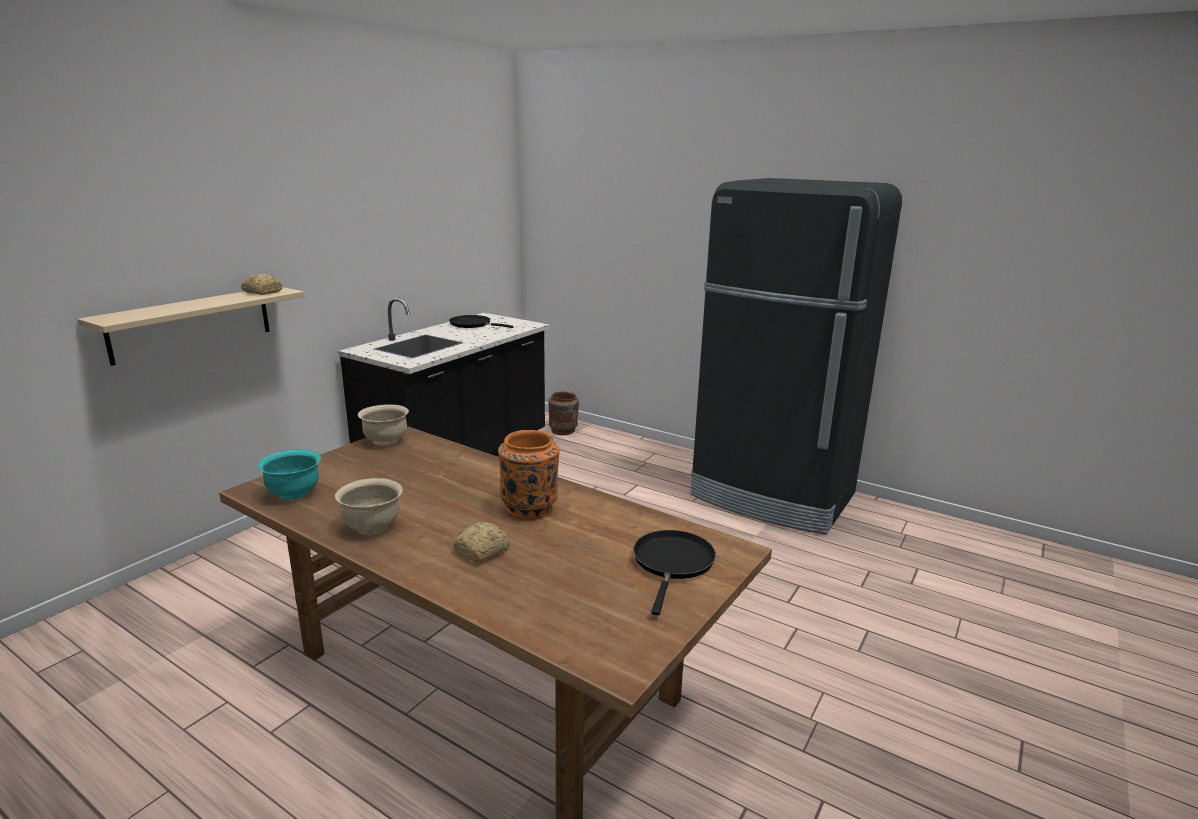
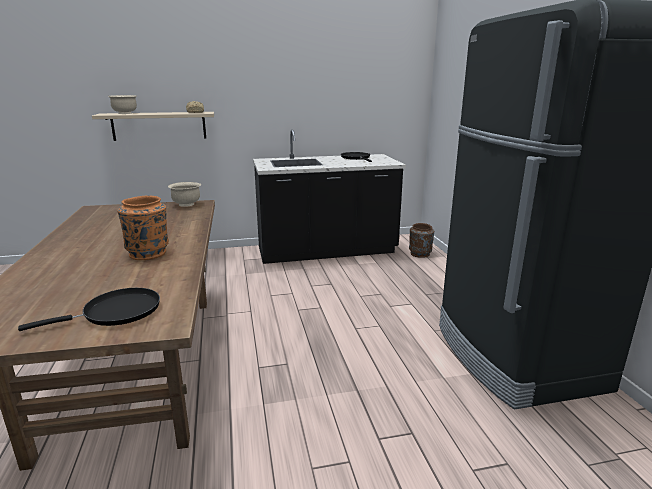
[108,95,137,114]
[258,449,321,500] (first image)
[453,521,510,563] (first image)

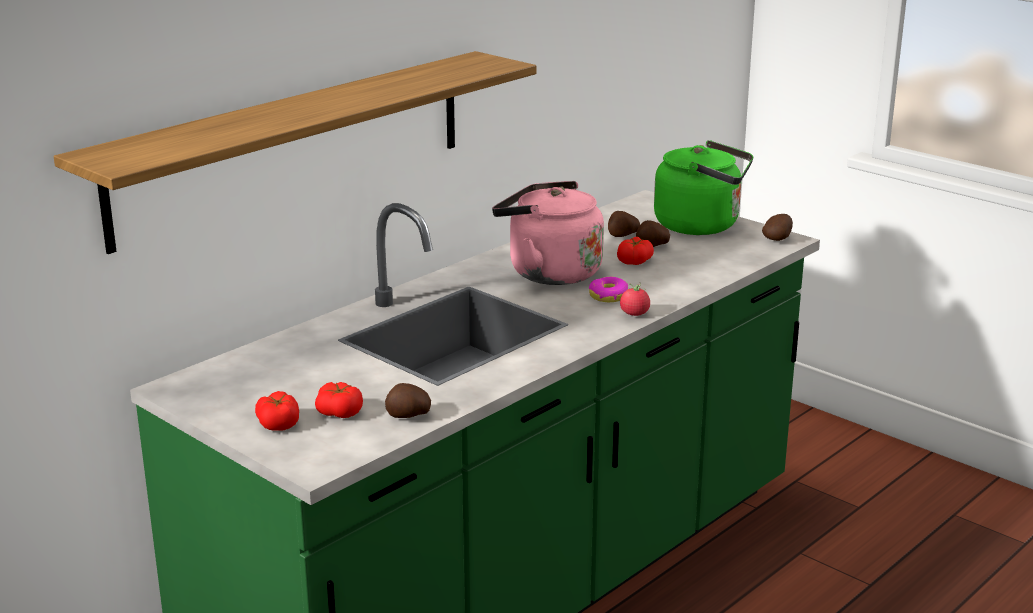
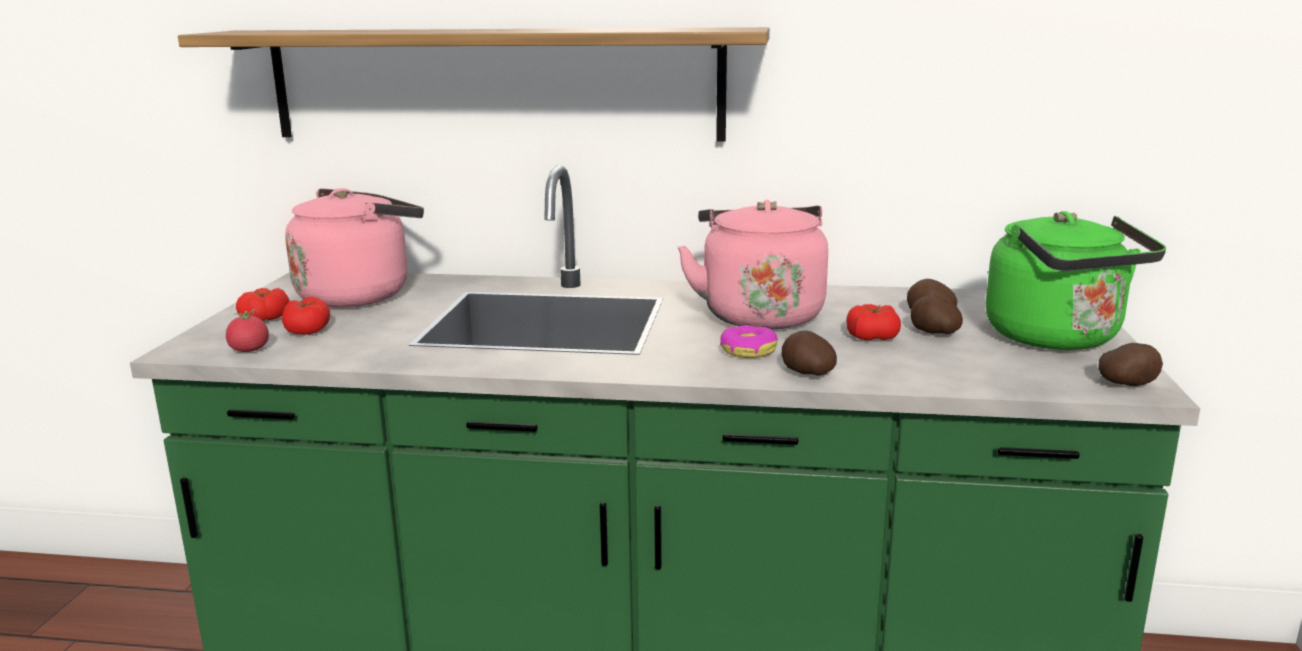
[226,309,269,352]
[285,188,424,307]
[782,331,837,375]

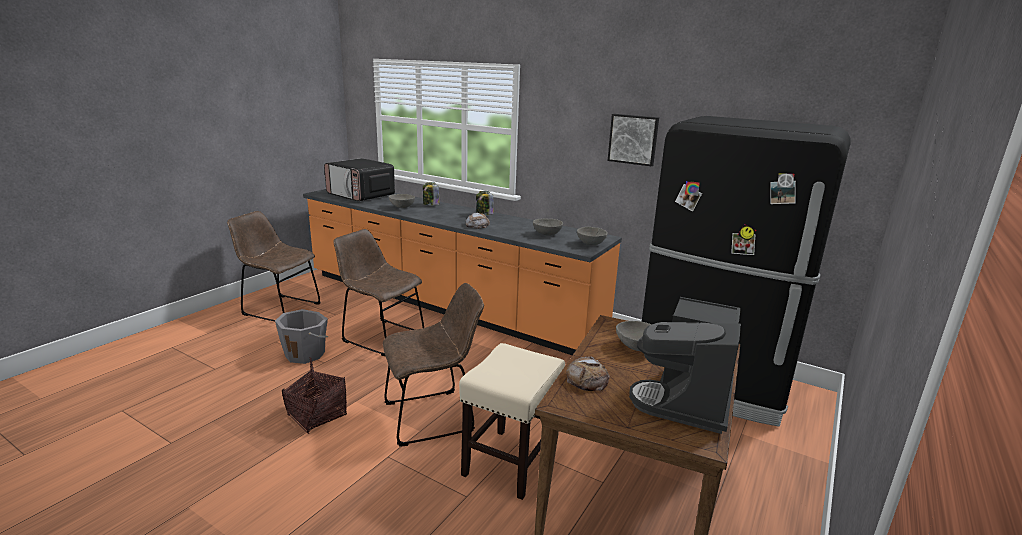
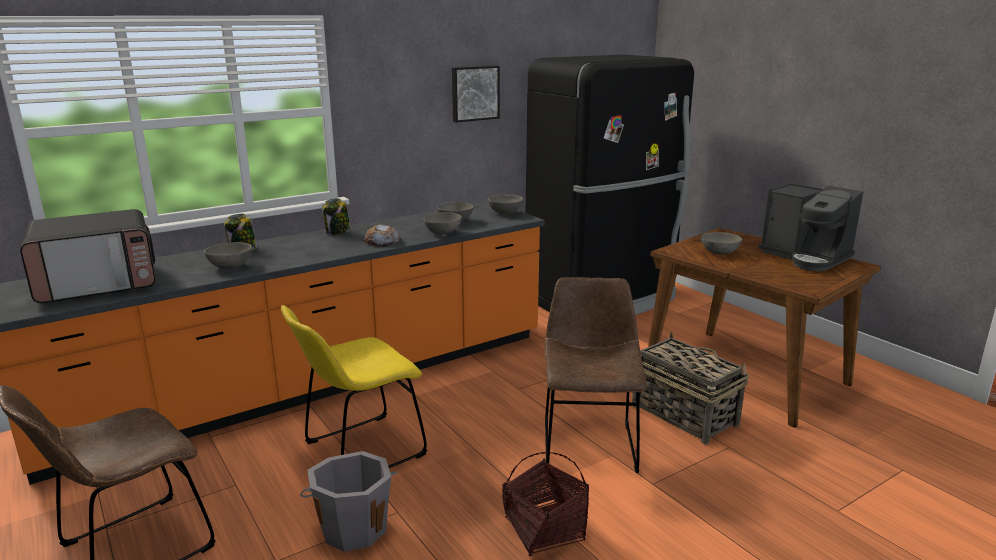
[281,305,427,468]
[423,212,462,235]
[632,331,749,445]
[566,357,610,391] (first image)

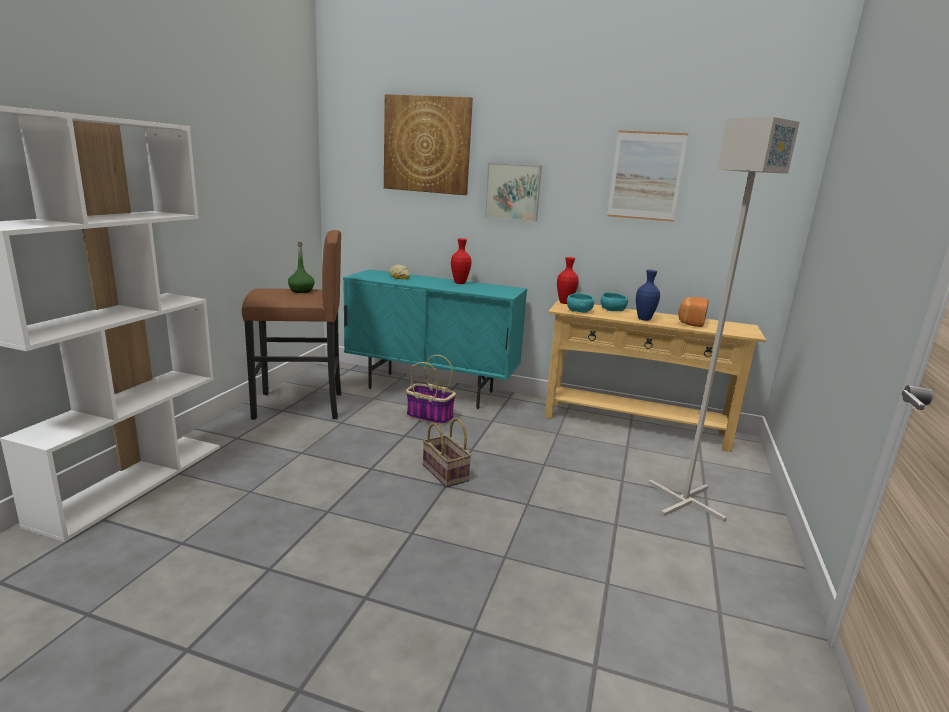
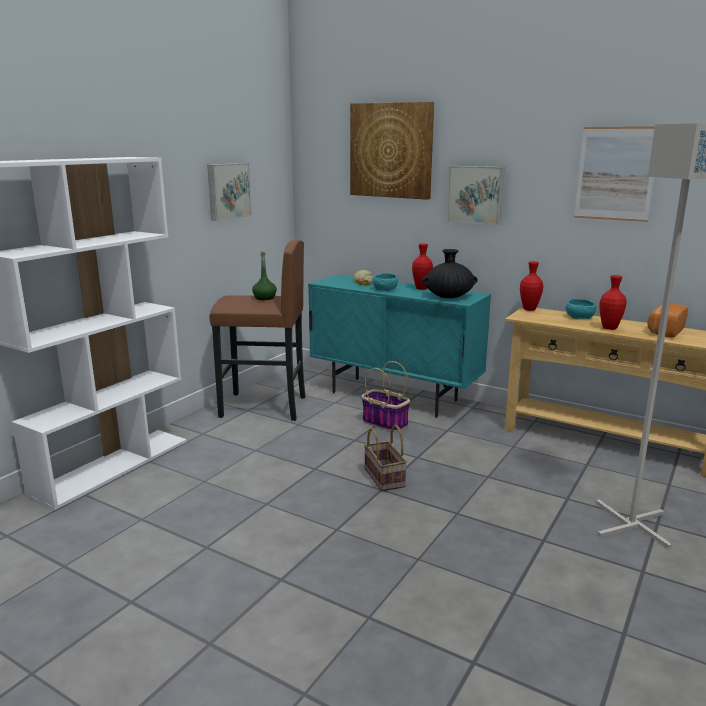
[207,163,252,221]
[372,273,398,291]
[422,249,478,298]
[599,275,627,330]

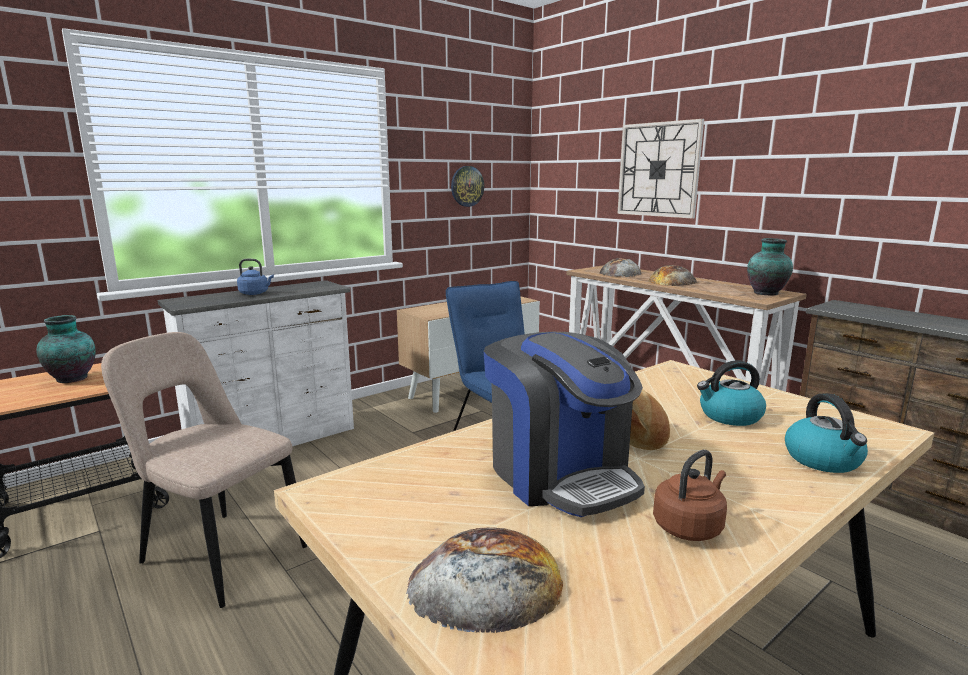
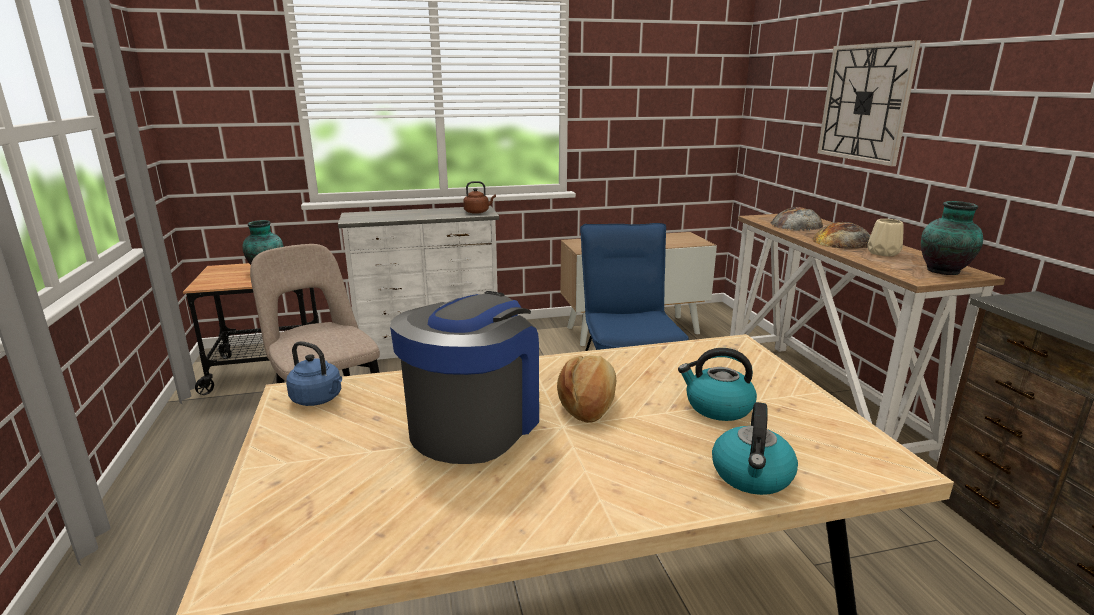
[286,341,342,406]
[390,291,539,464]
[463,181,496,214]
[867,219,903,256]
[406,527,563,633] (first image)
[451,166,484,207] (first image)

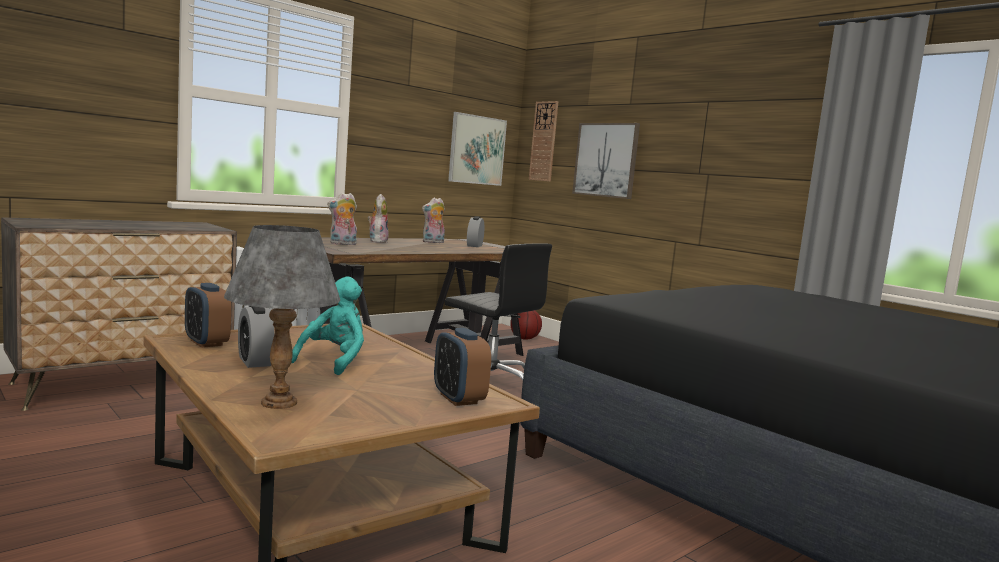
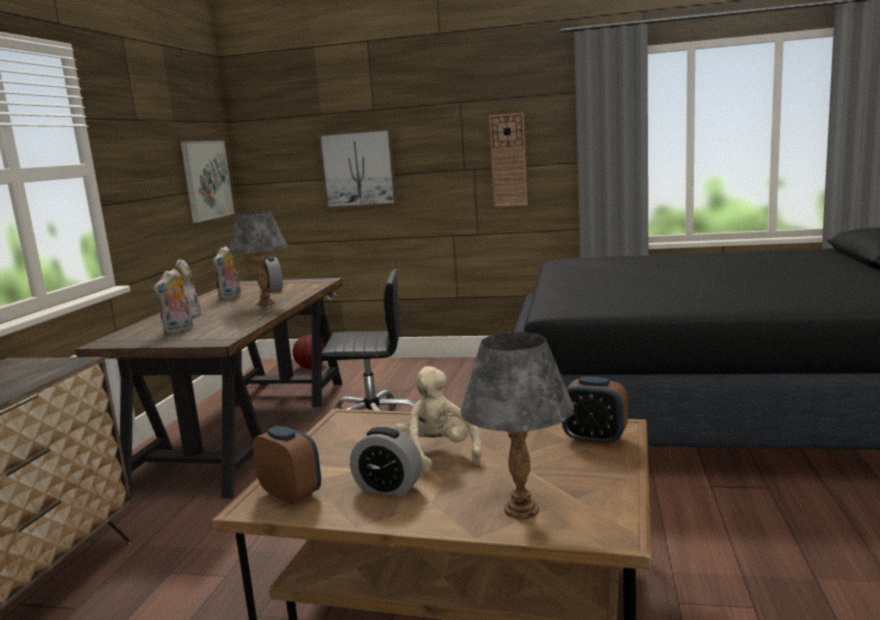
[229,211,288,306]
[253,426,321,505]
[394,366,481,474]
[489,113,528,207]

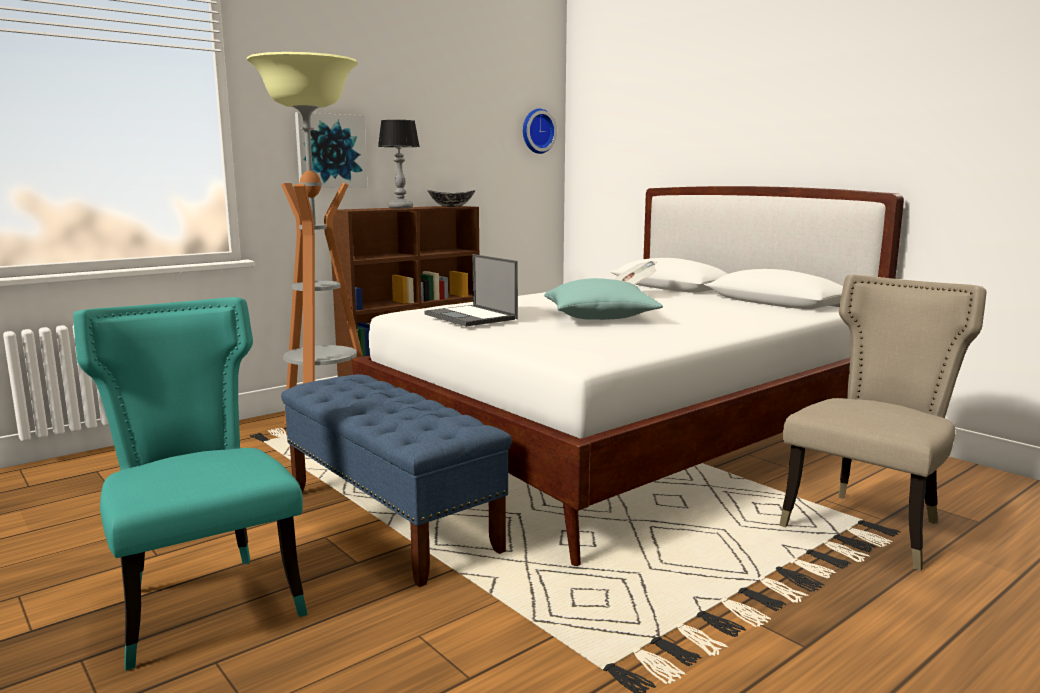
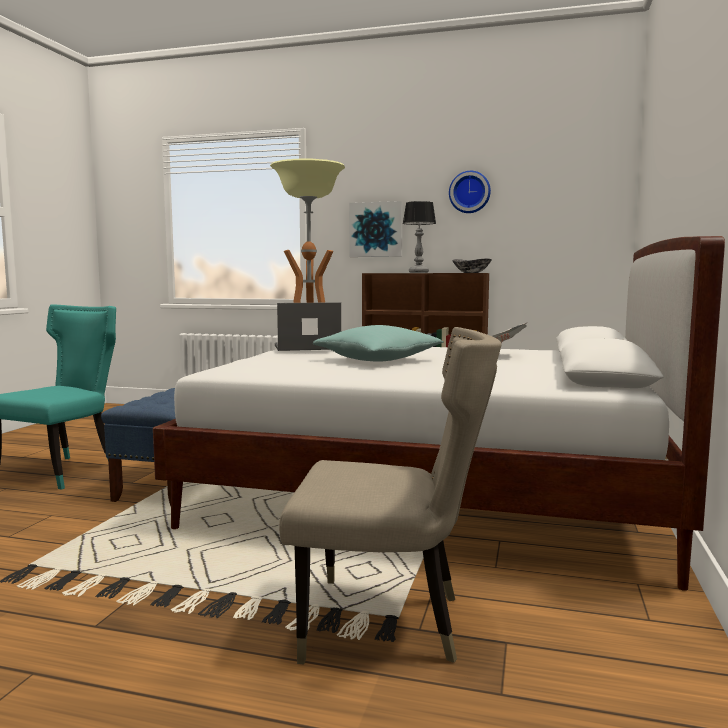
[275,302,341,351]
[449,171,491,213]

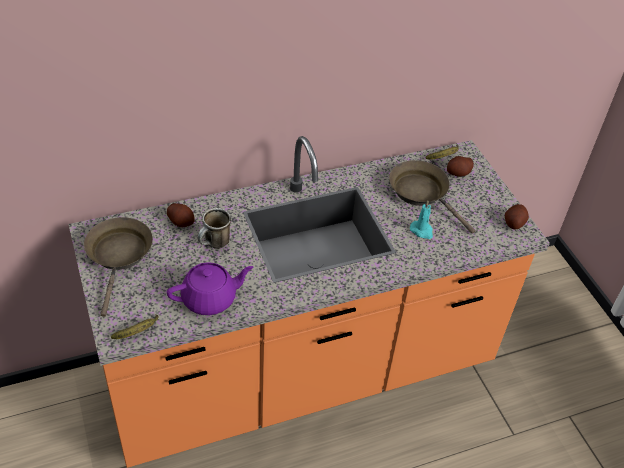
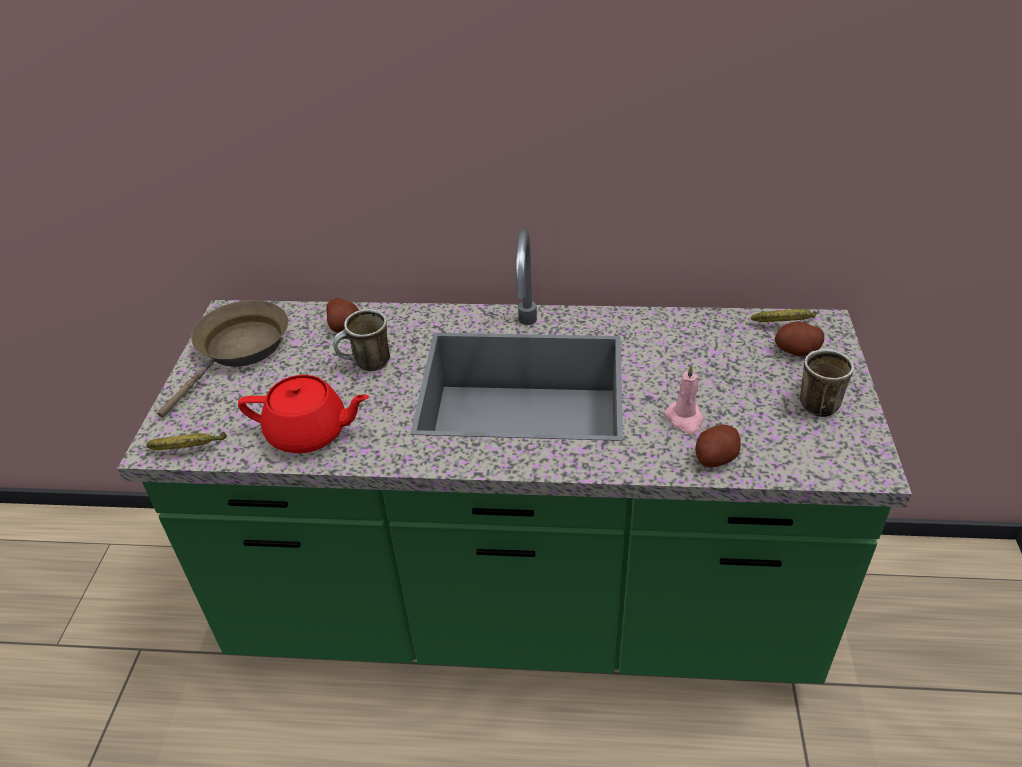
[117,229,912,684]
[238,375,369,453]
[665,364,704,434]
[695,425,741,467]
[799,349,854,417]
[389,160,476,234] (first image)

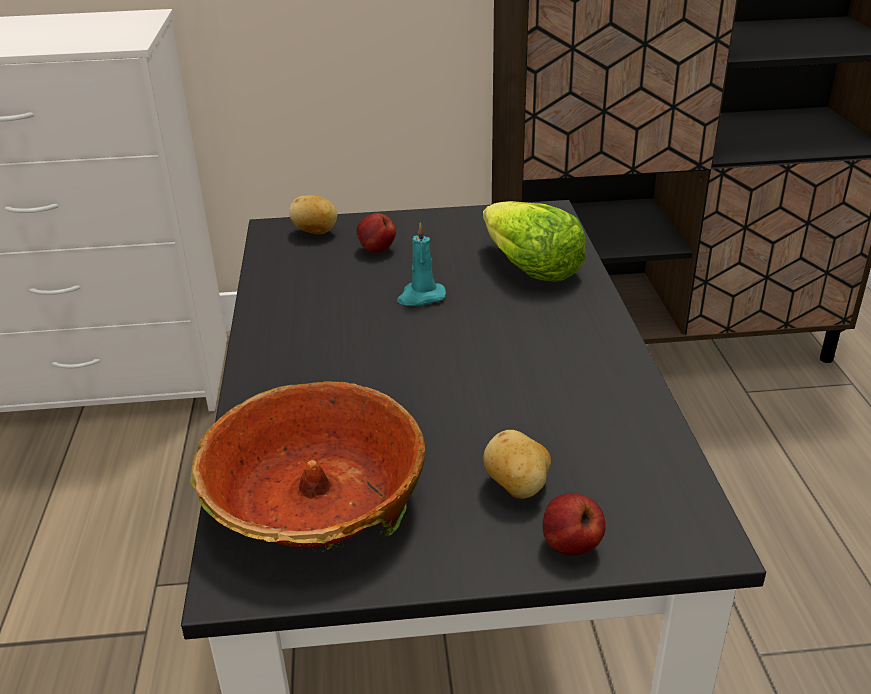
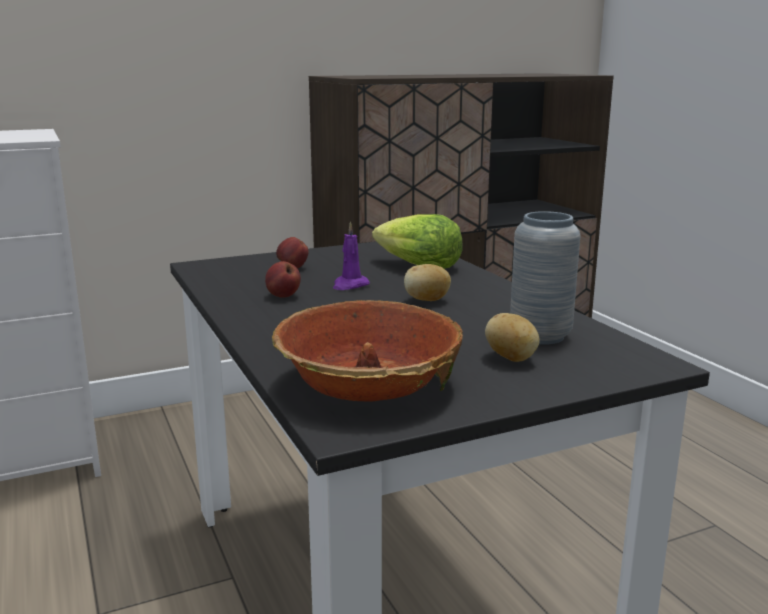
[265,261,301,298]
[333,221,370,290]
[404,264,451,301]
[510,211,580,345]

